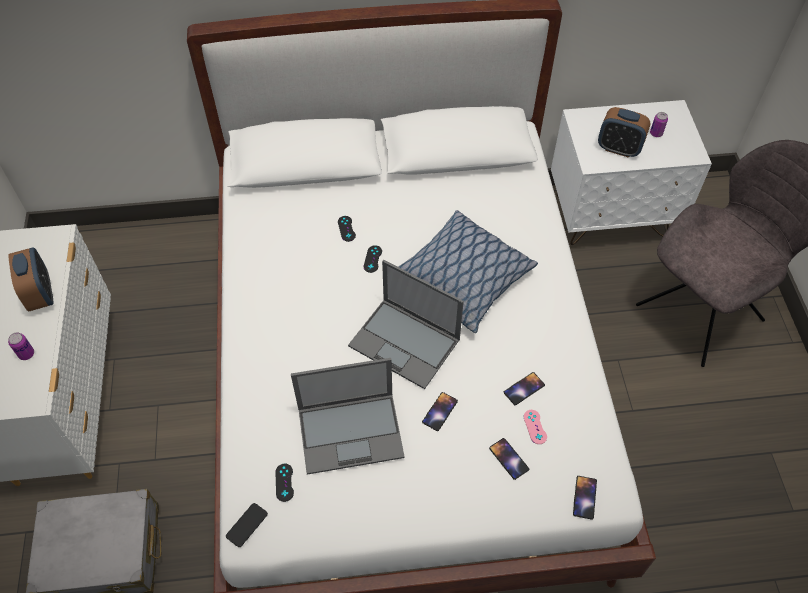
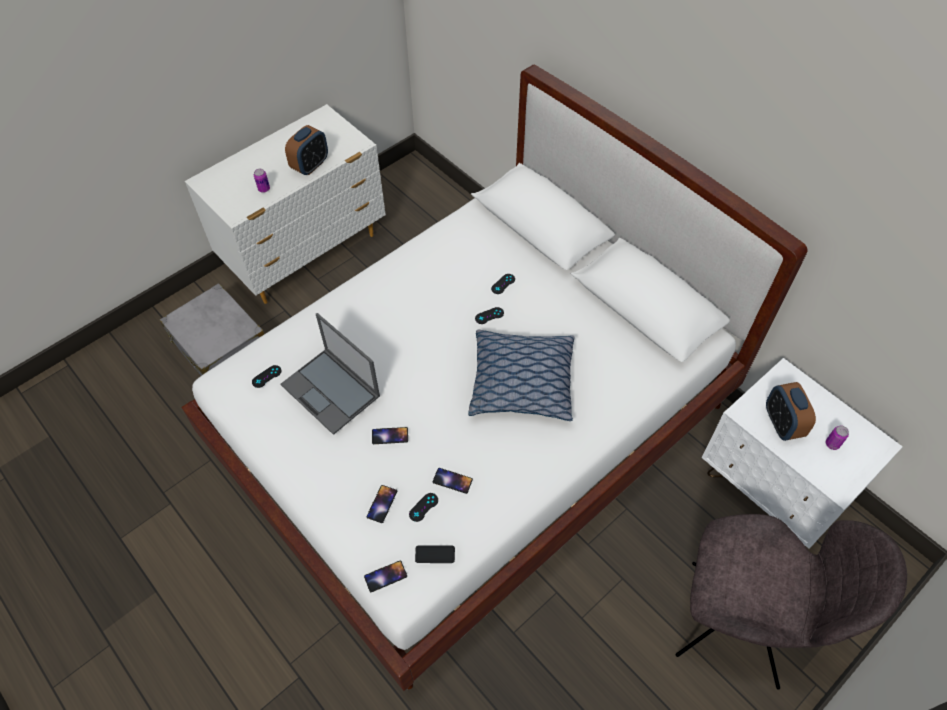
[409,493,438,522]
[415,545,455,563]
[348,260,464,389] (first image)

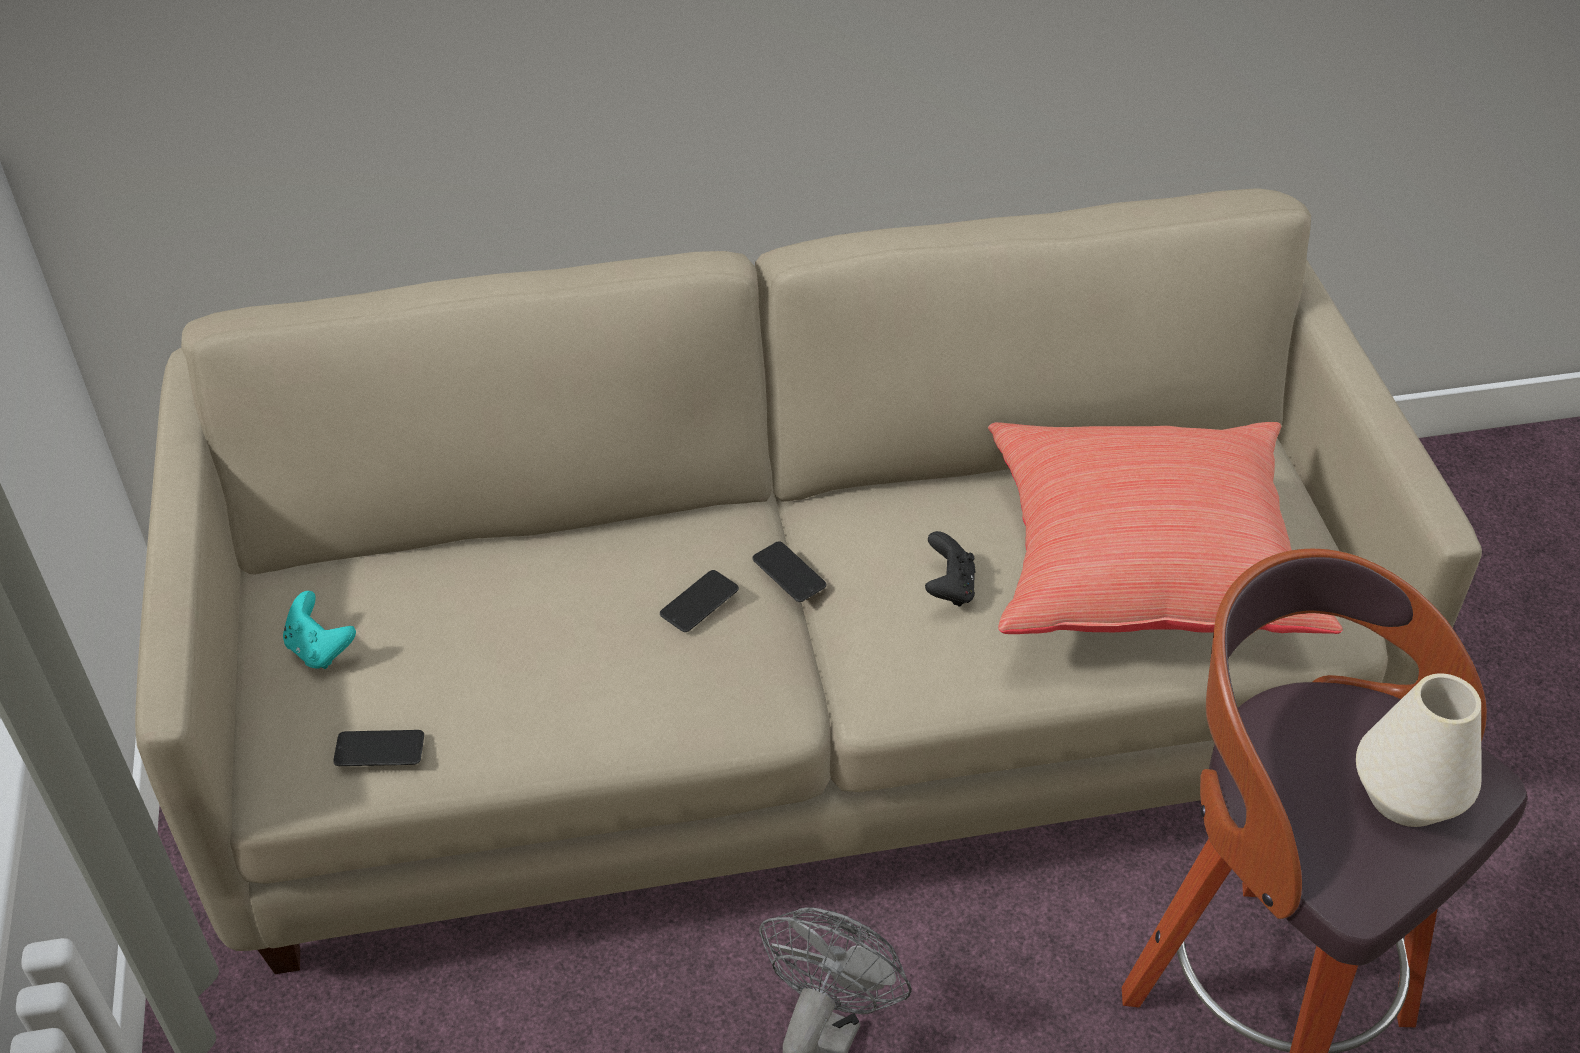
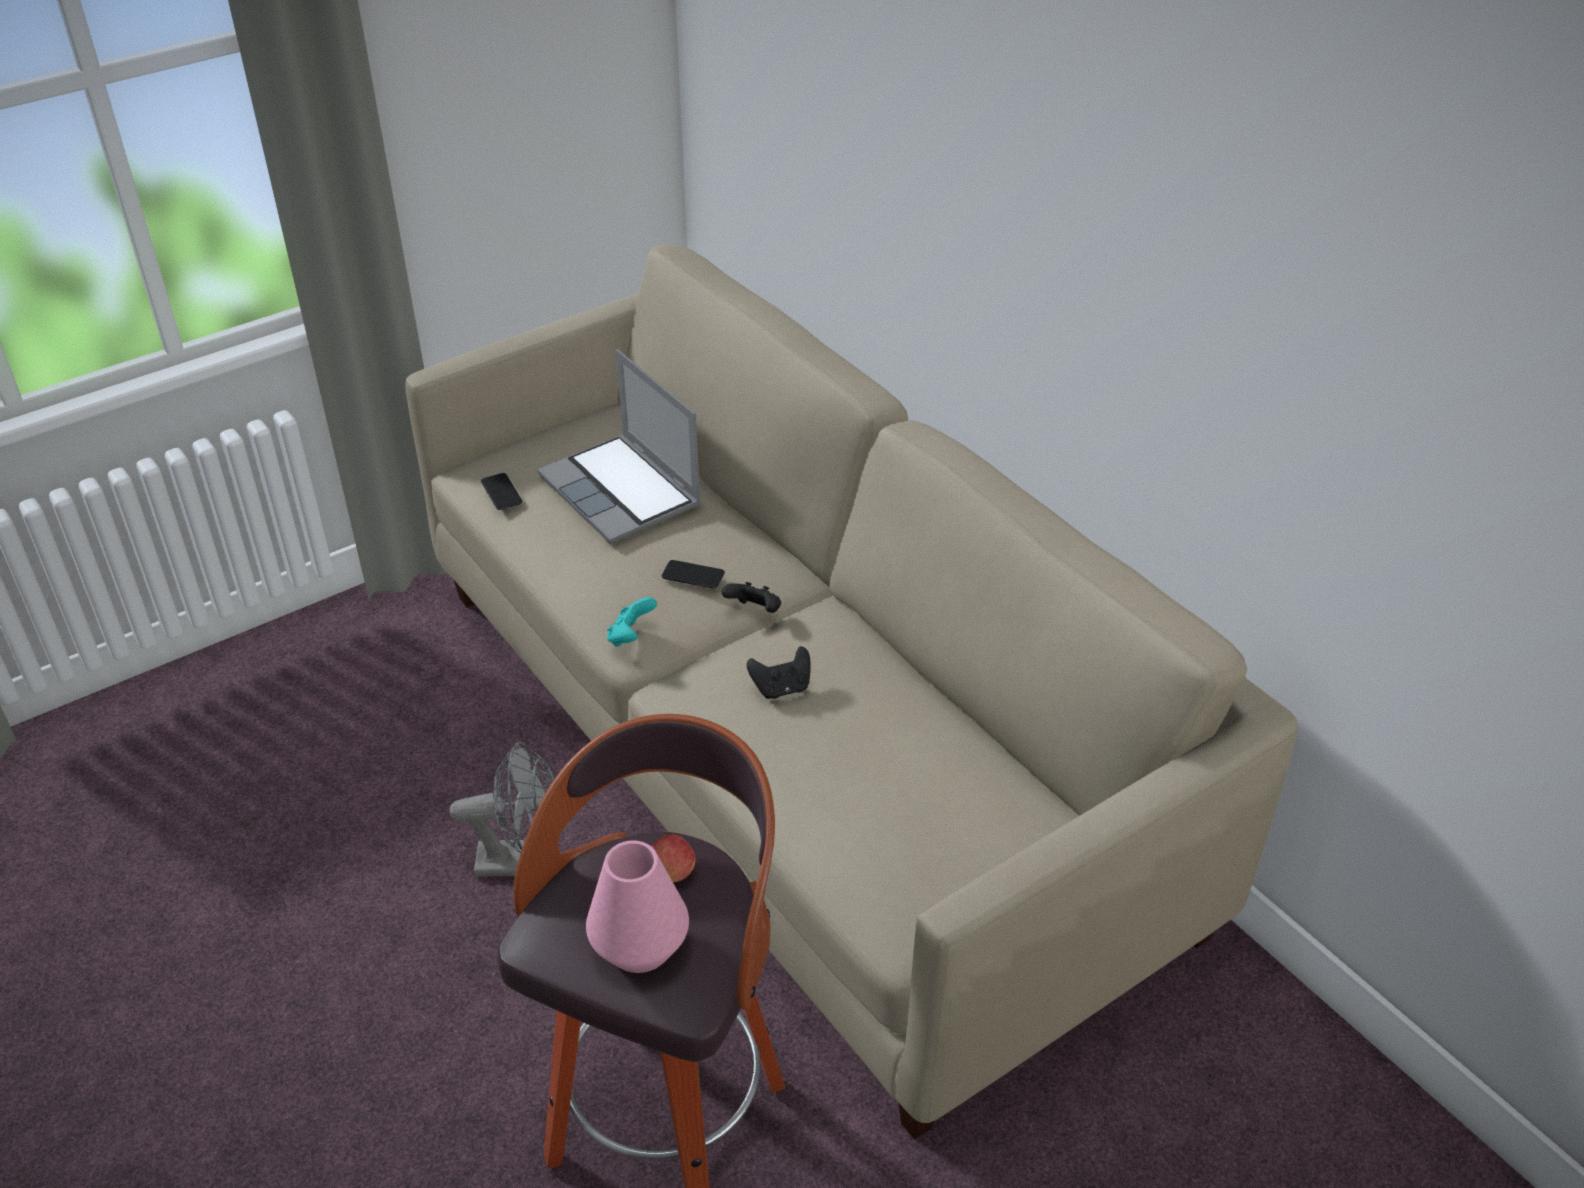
[537,349,701,544]
[586,840,689,973]
[607,597,657,647]
[652,834,696,882]
[722,582,781,613]
[988,422,1343,634] (first image)

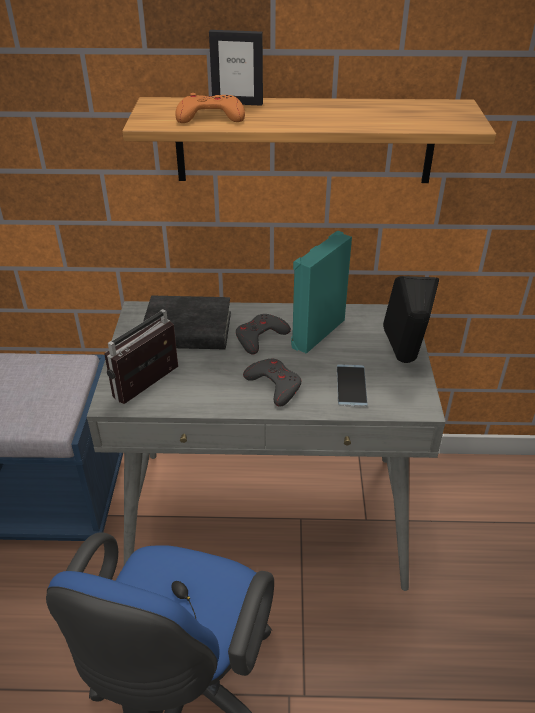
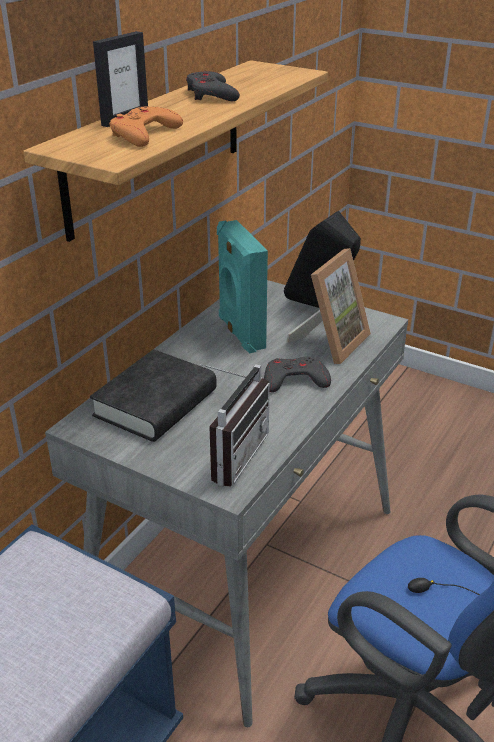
[186,71,240,101]
[200,364,270,487]
[286,248,371,364]

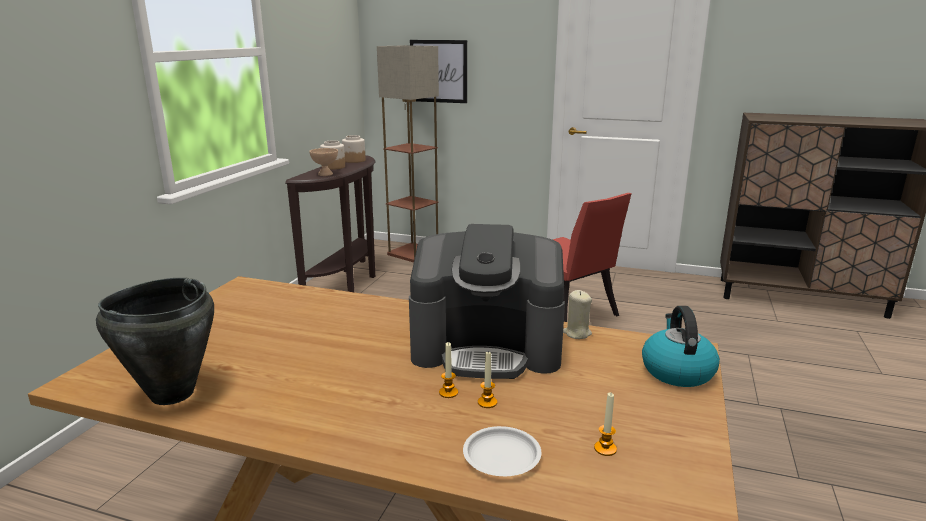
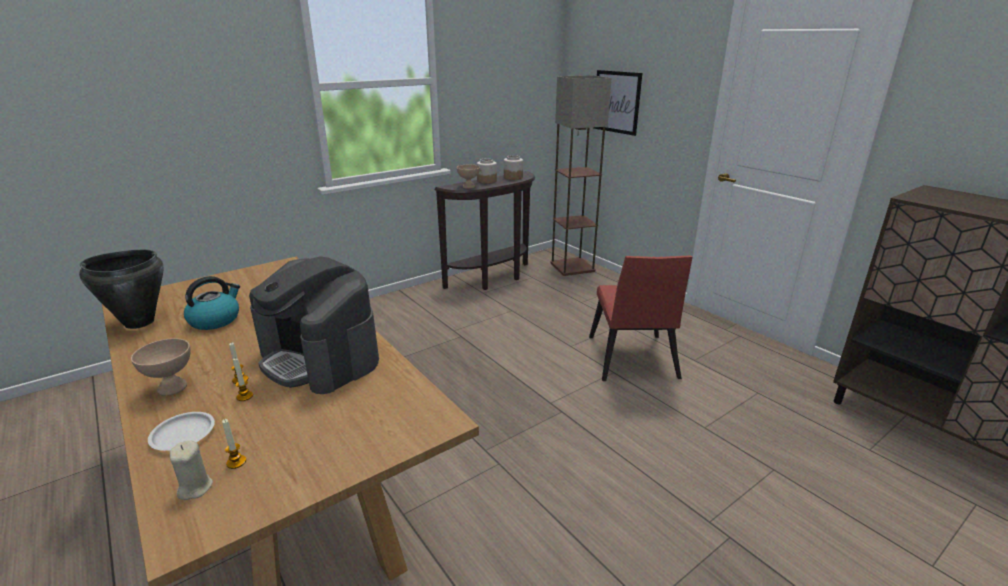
[131,338,191,396]
[170,440,213,500]
[184,276,240,330]

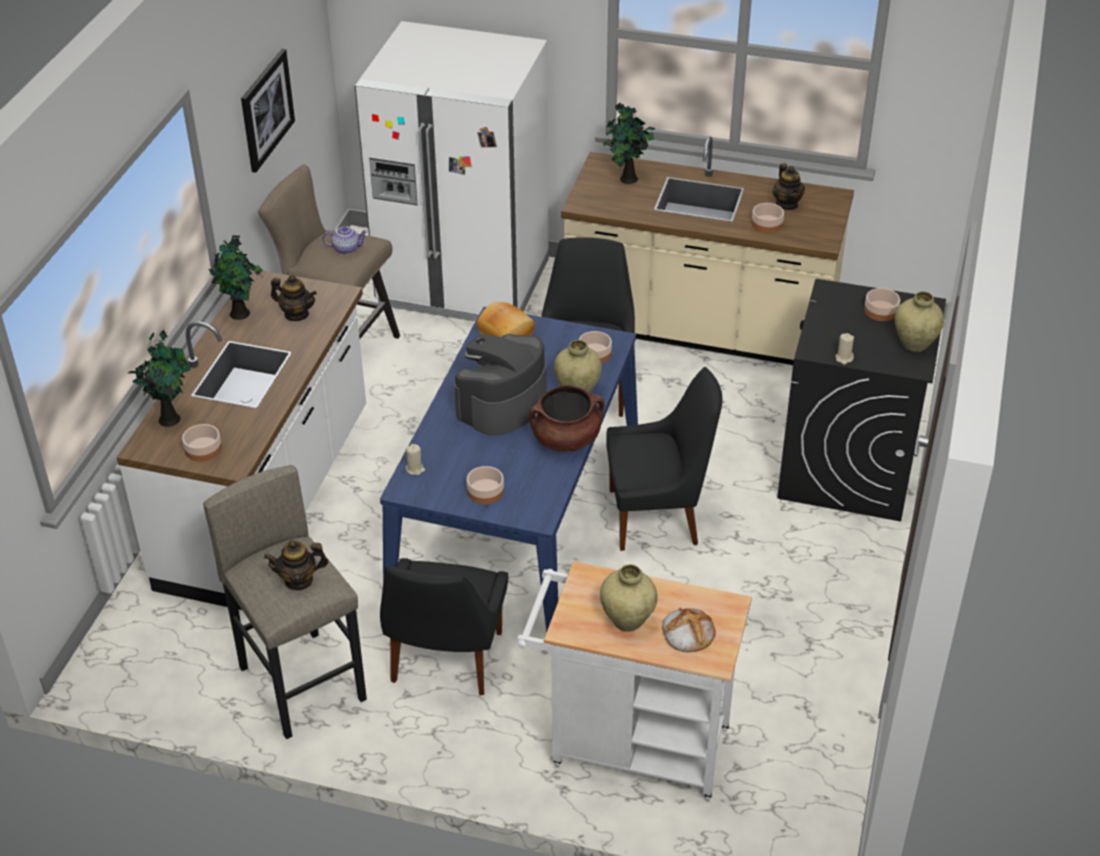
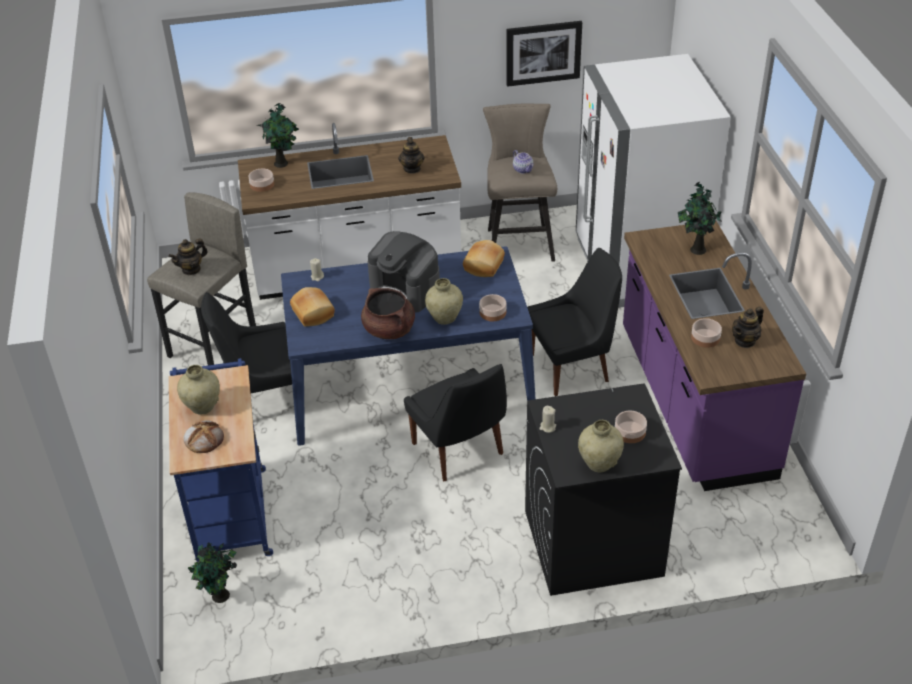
[168,239,208,275]
[169,358,273,562]
[188,543,237,603]
[290,287,335,326]
[368,231,440,313]
[623,221,806,491]

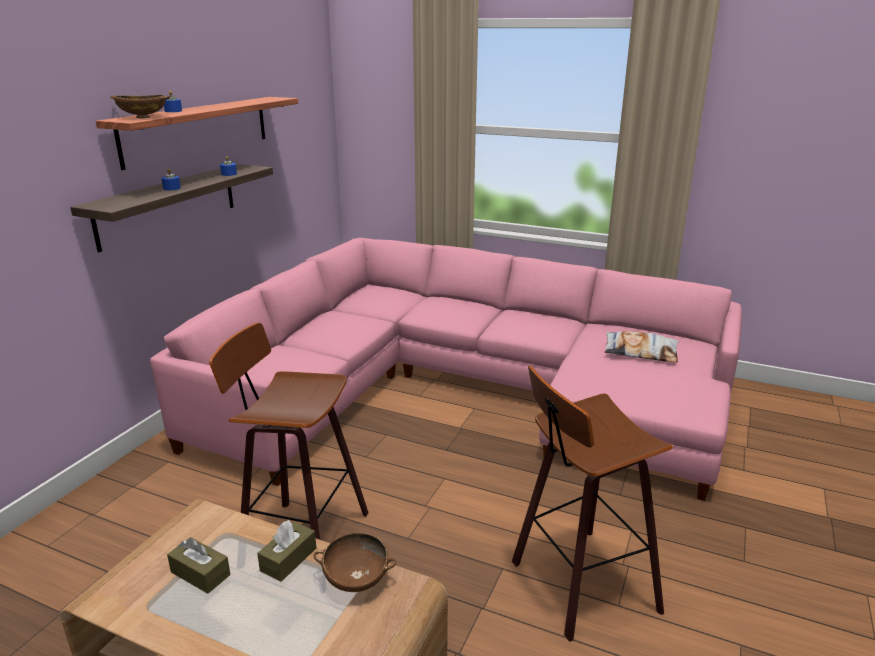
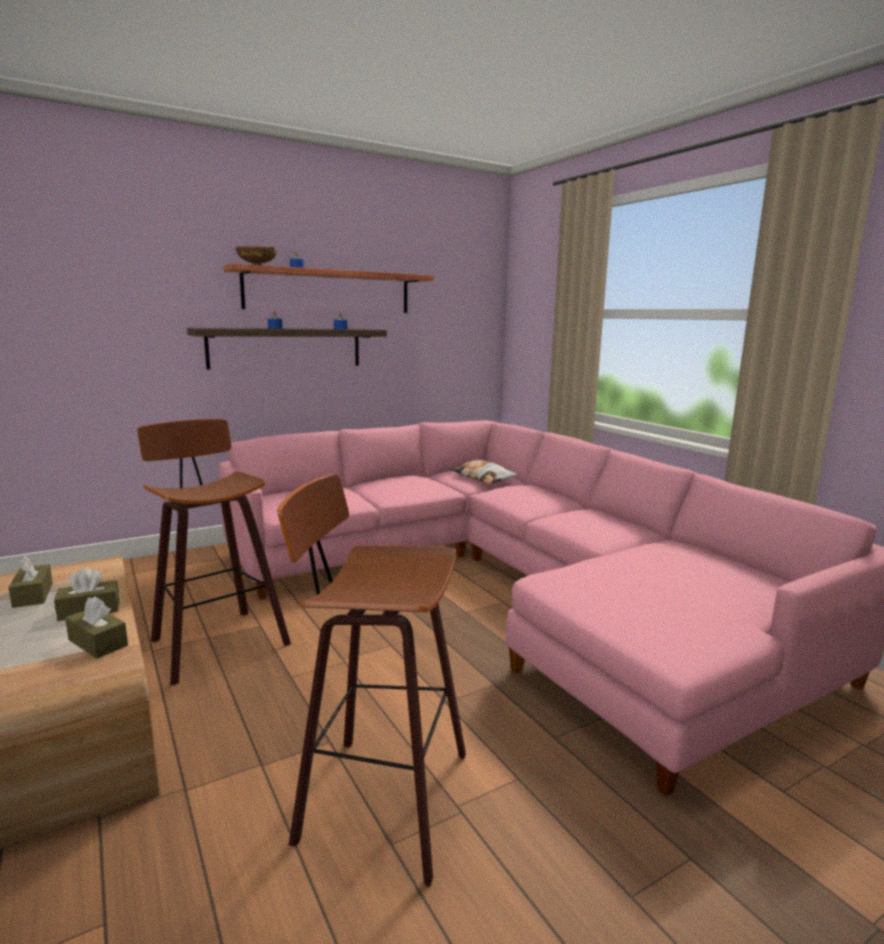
[65,596,128,658]
[451,460,517,484]

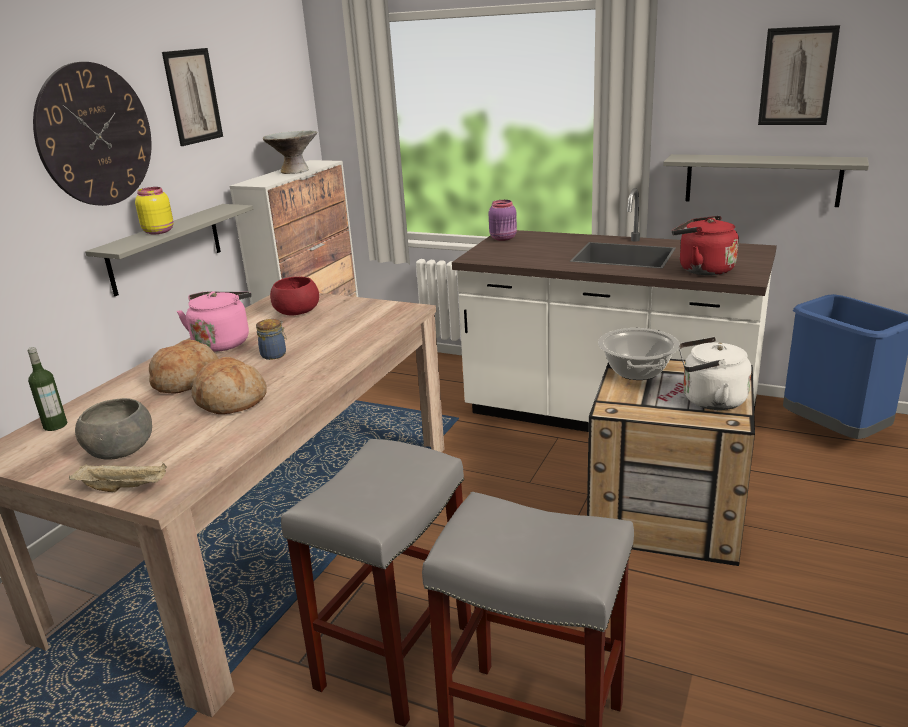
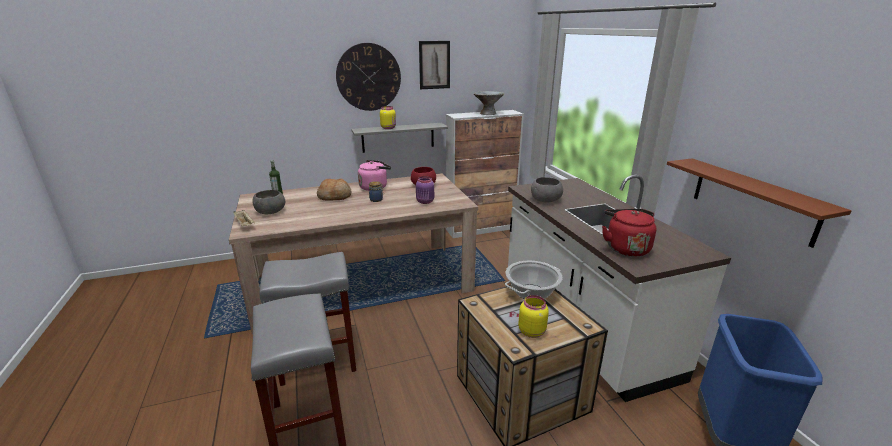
[416,176,434,204]
[518,295,549,338]
[531,177,563,203]
[667,158,852,248]
[192,357,267,414] (first image)
[758,25,840,125] (first image)

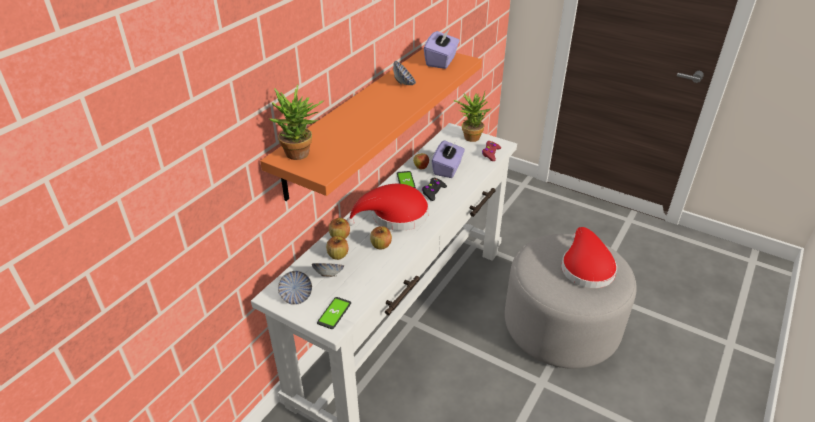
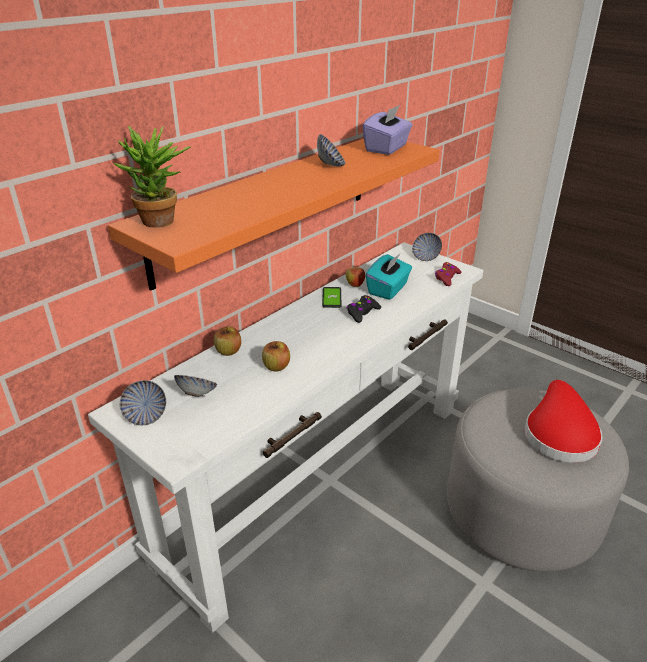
[366,254,412,300]
[412,233,442,261]
[317,297,351,329] (first image)
[326,236,349,260] (first image)
[346,184,429,231] (first image)

